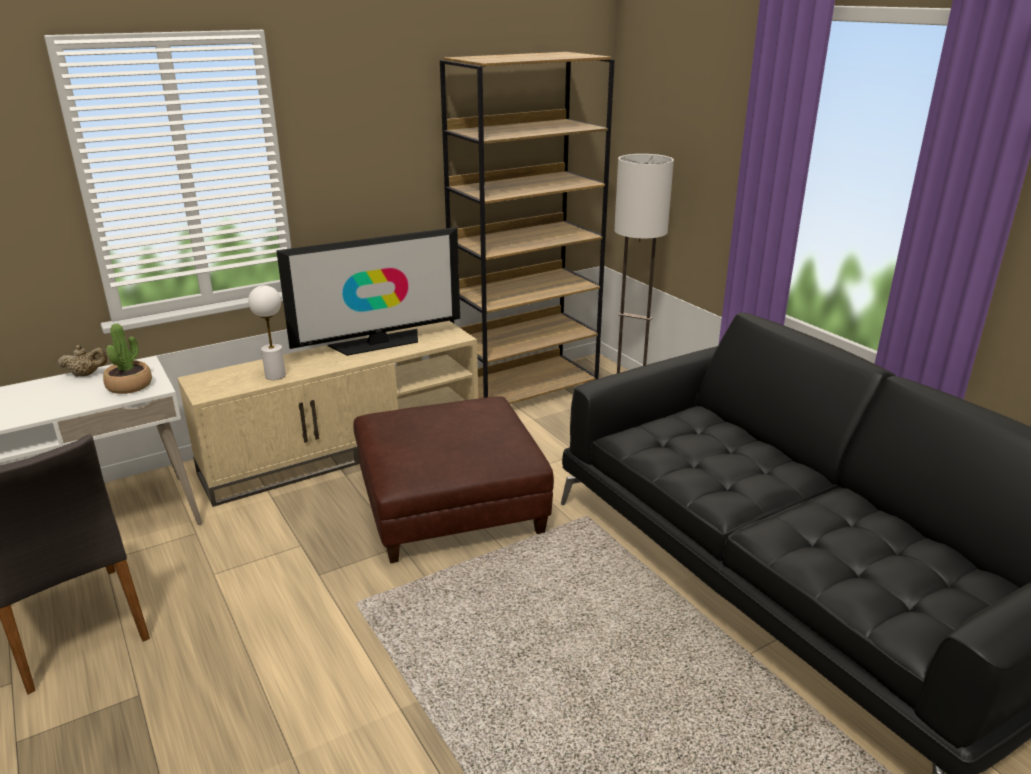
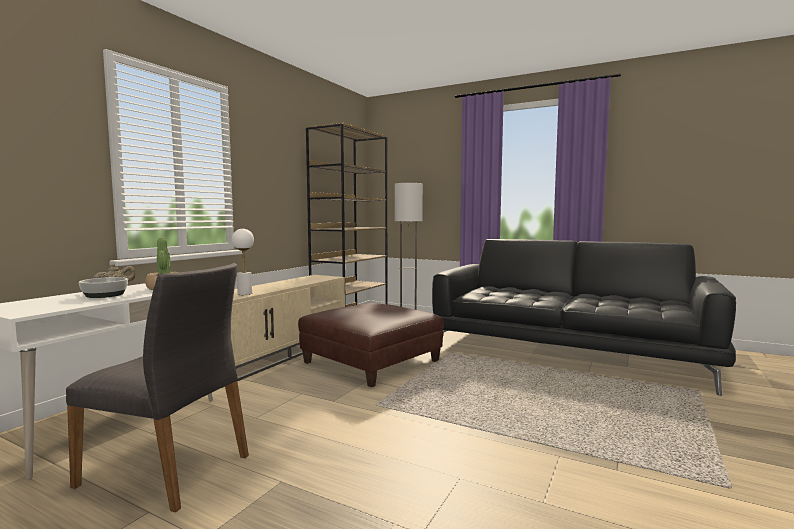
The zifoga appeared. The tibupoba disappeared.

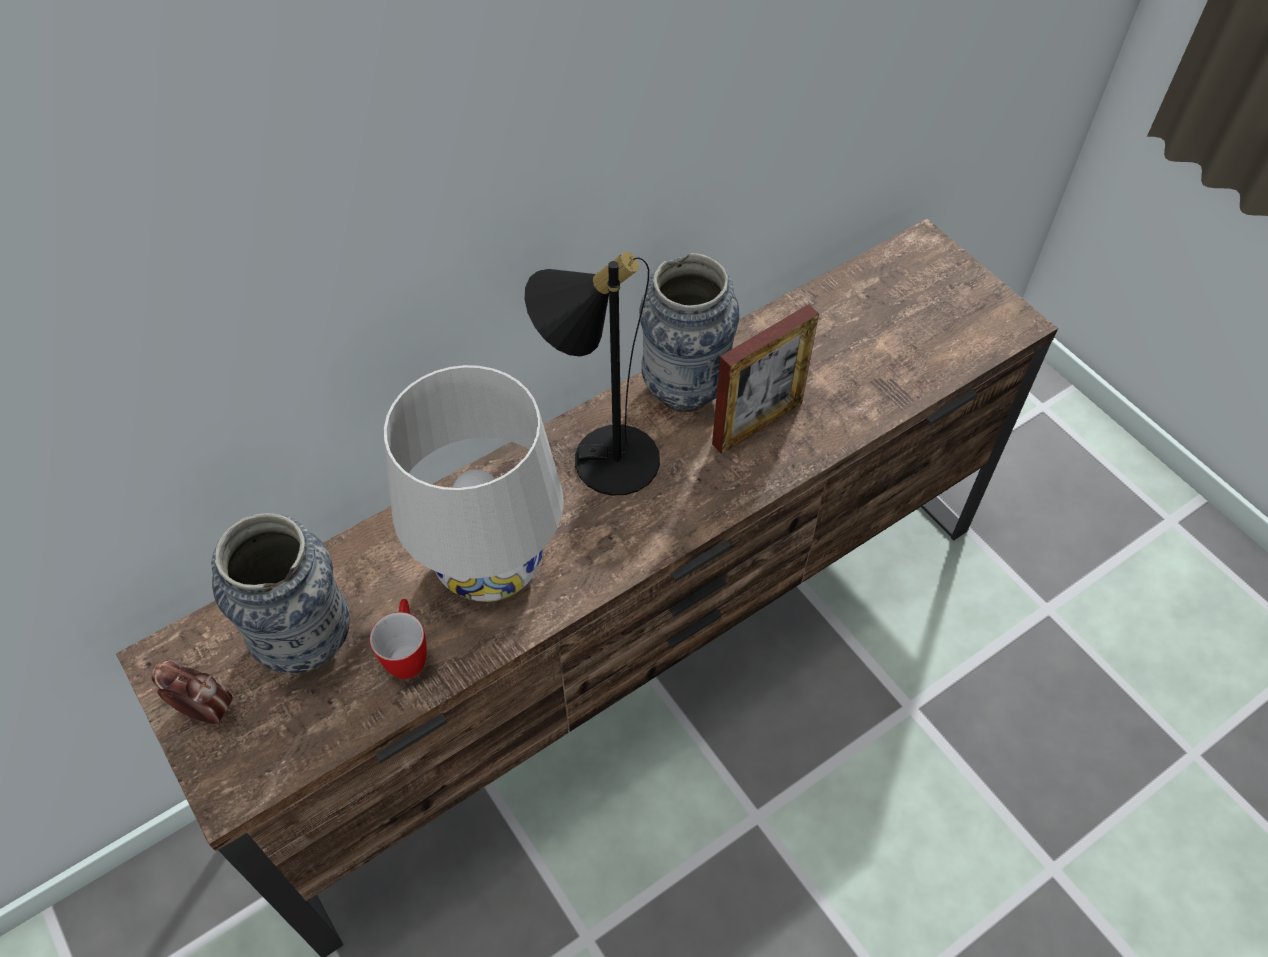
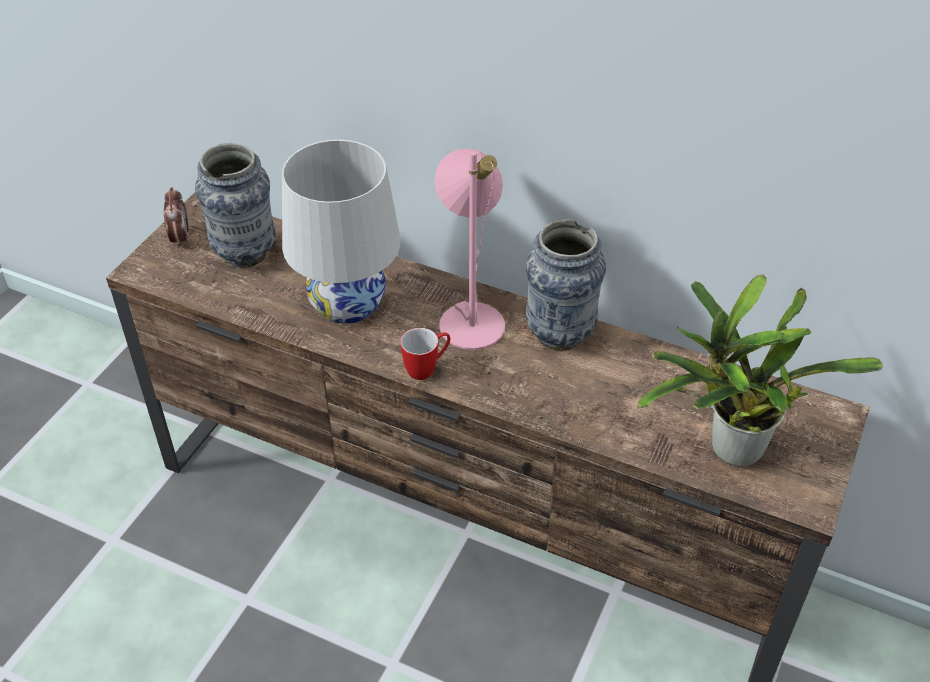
The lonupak moved. The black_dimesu became the pink_dimesu. The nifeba appeared. The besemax disappeared.

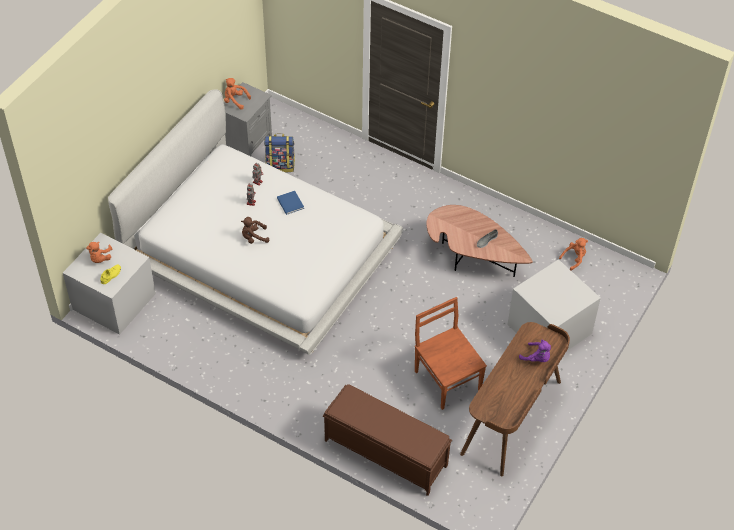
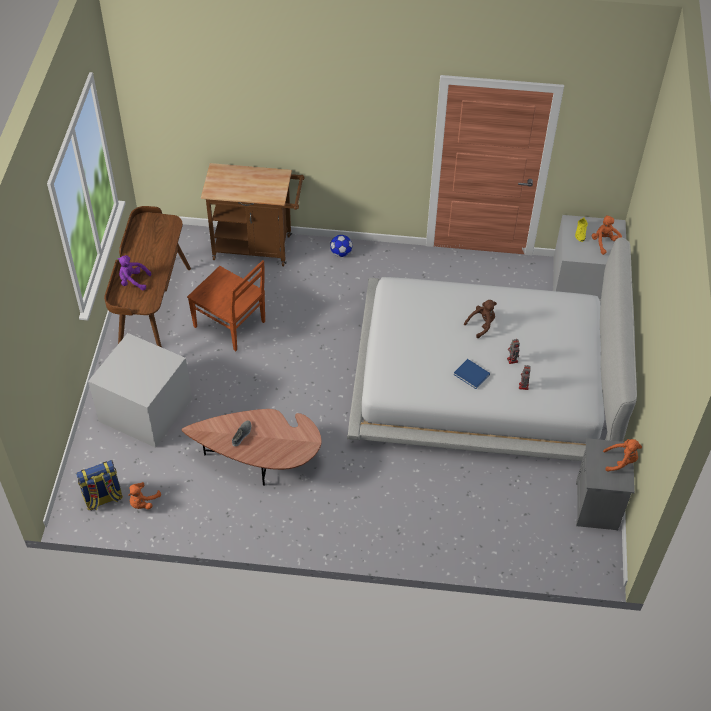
The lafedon moved. The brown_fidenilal was replaced by the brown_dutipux. The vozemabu appeared.

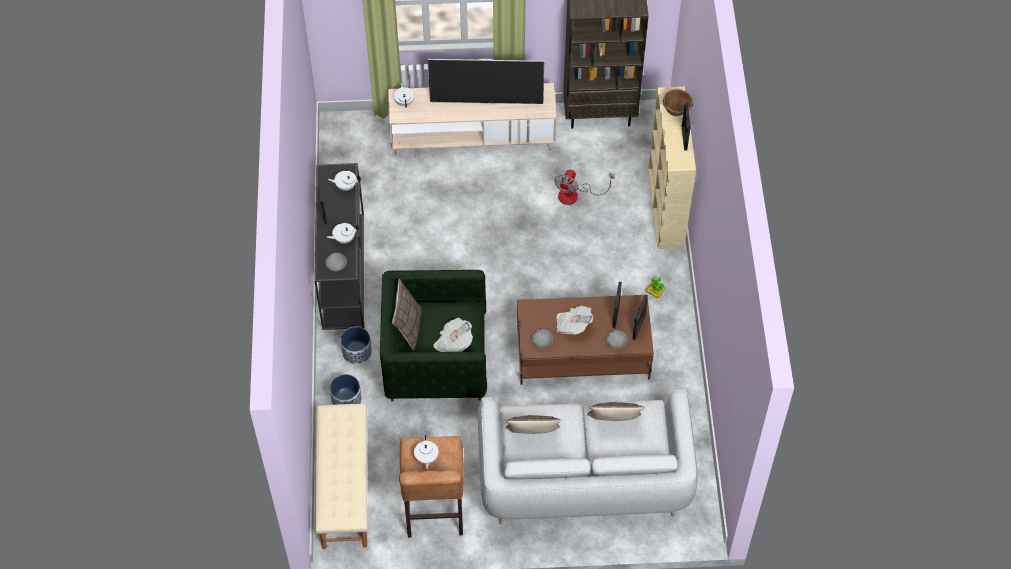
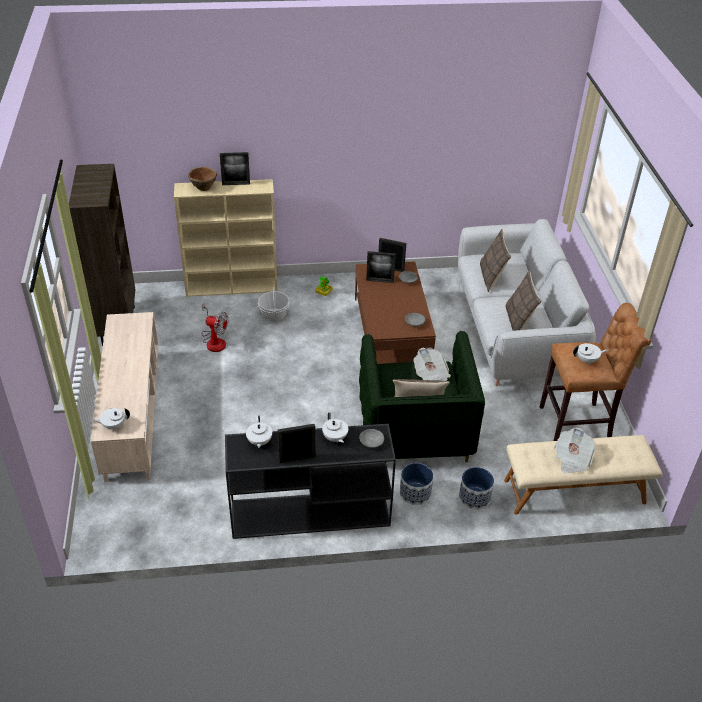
The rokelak appeared. The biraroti (no. 2 from left) moved. The tibupoba disappeared.

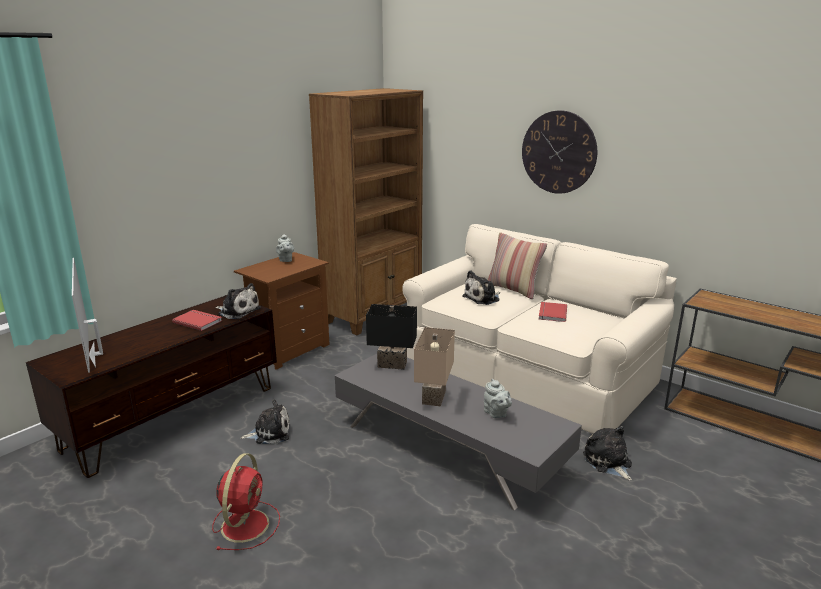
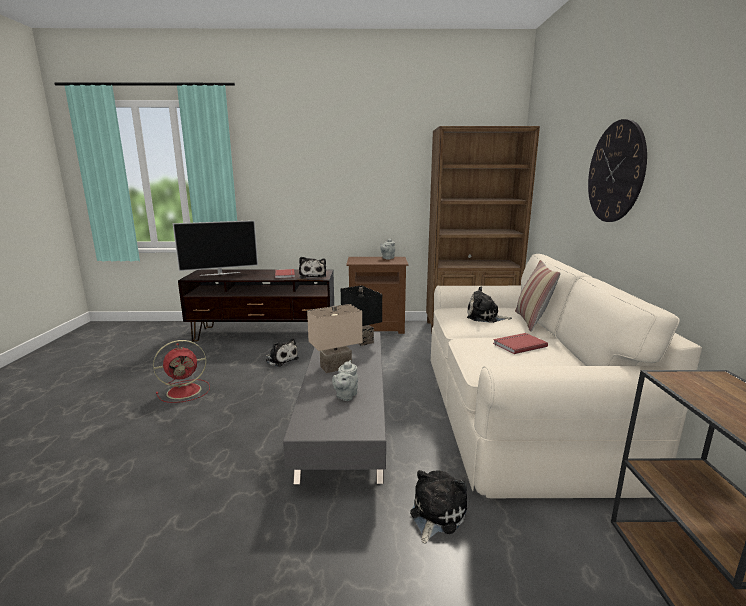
The tibupoba turned 135 degrees counterclockwise.

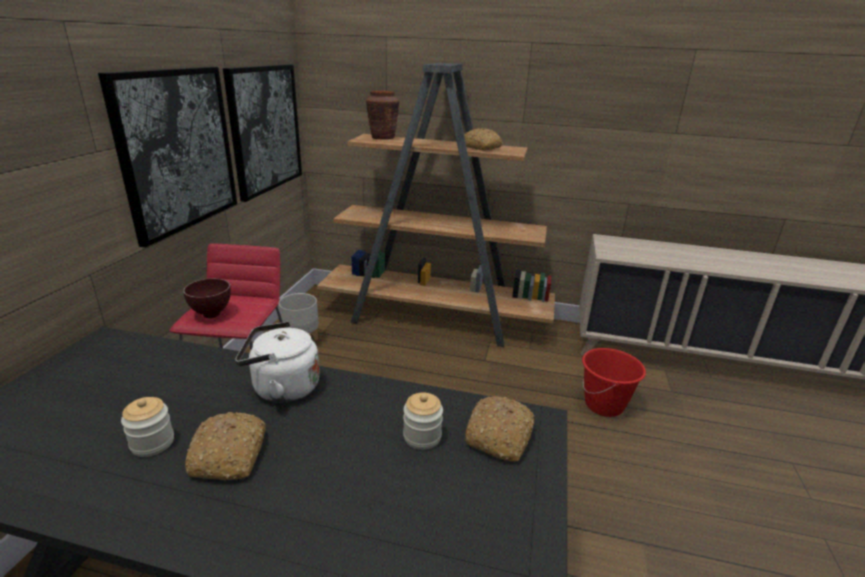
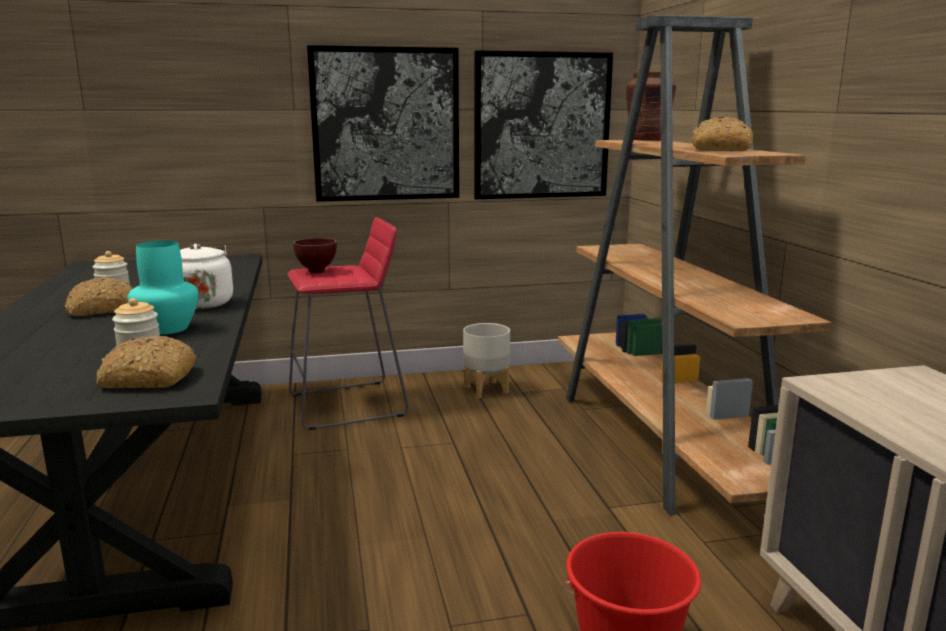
The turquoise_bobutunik appeared.

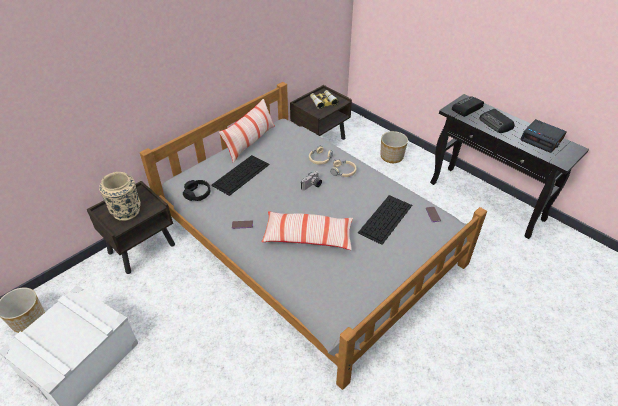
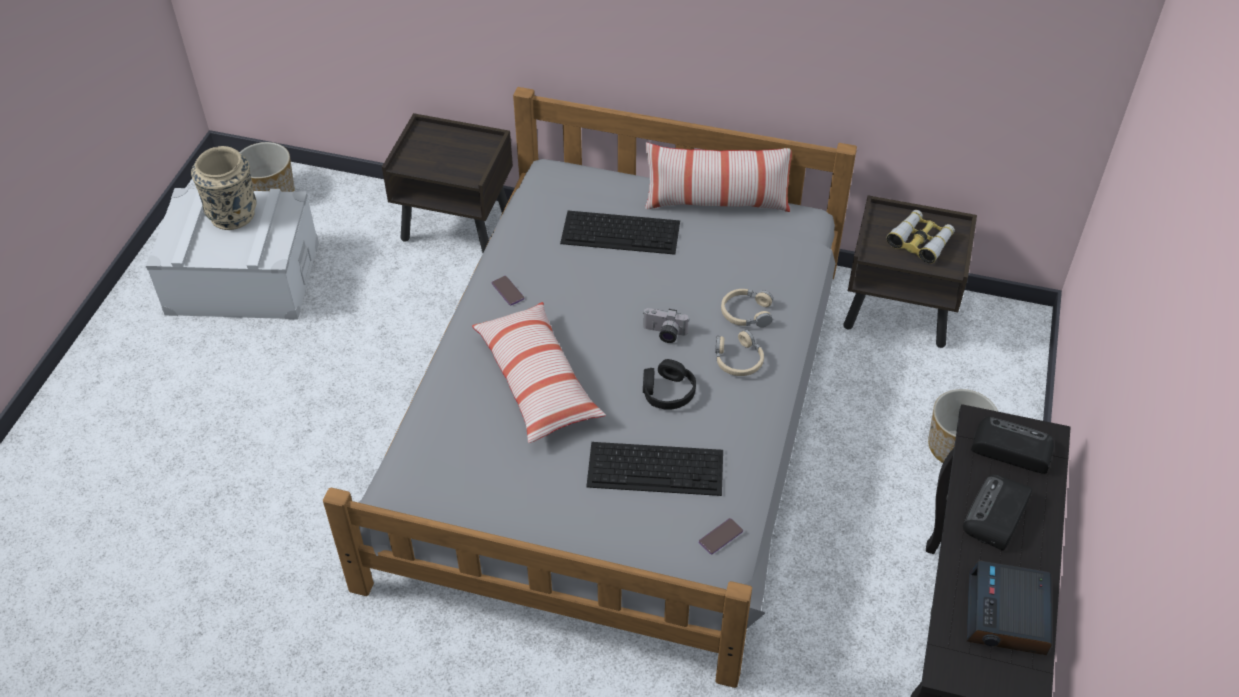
The beige_bobutunik moved. The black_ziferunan moved.

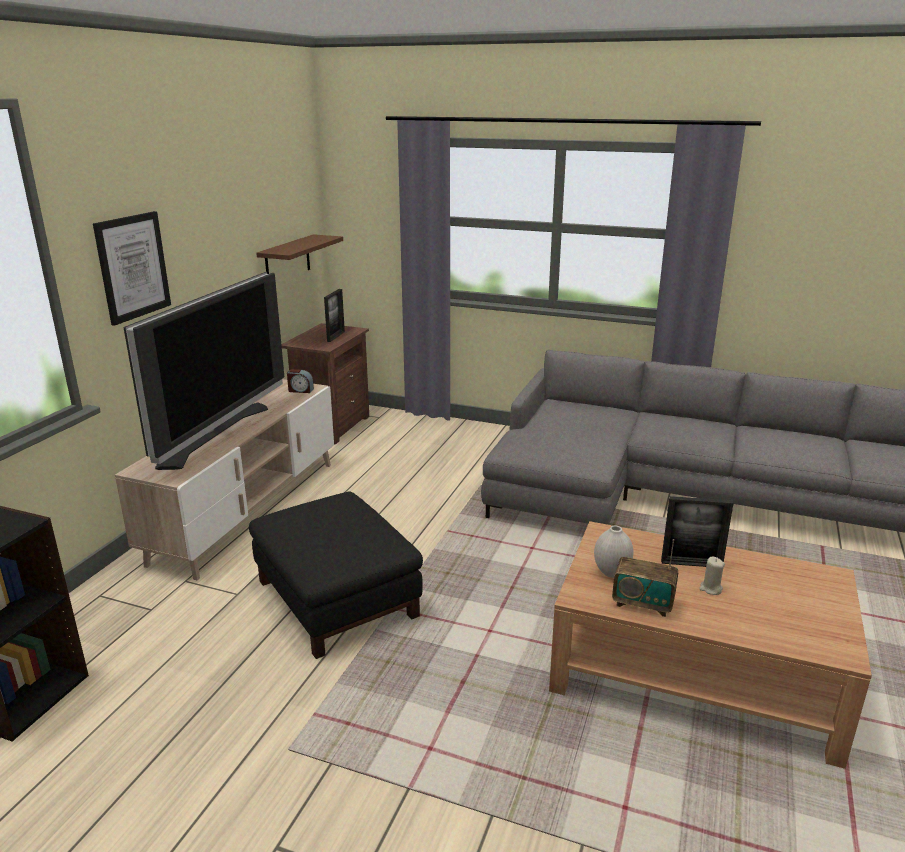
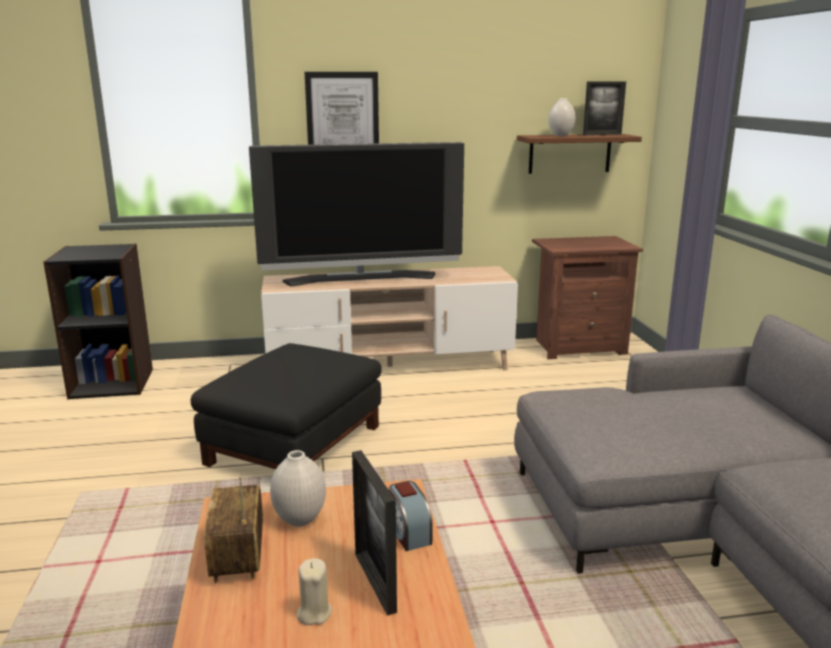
The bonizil moved. The white_bobutunik (no. 2 from left) appeared. The besemax (no. 1 from left in the first image) moved.

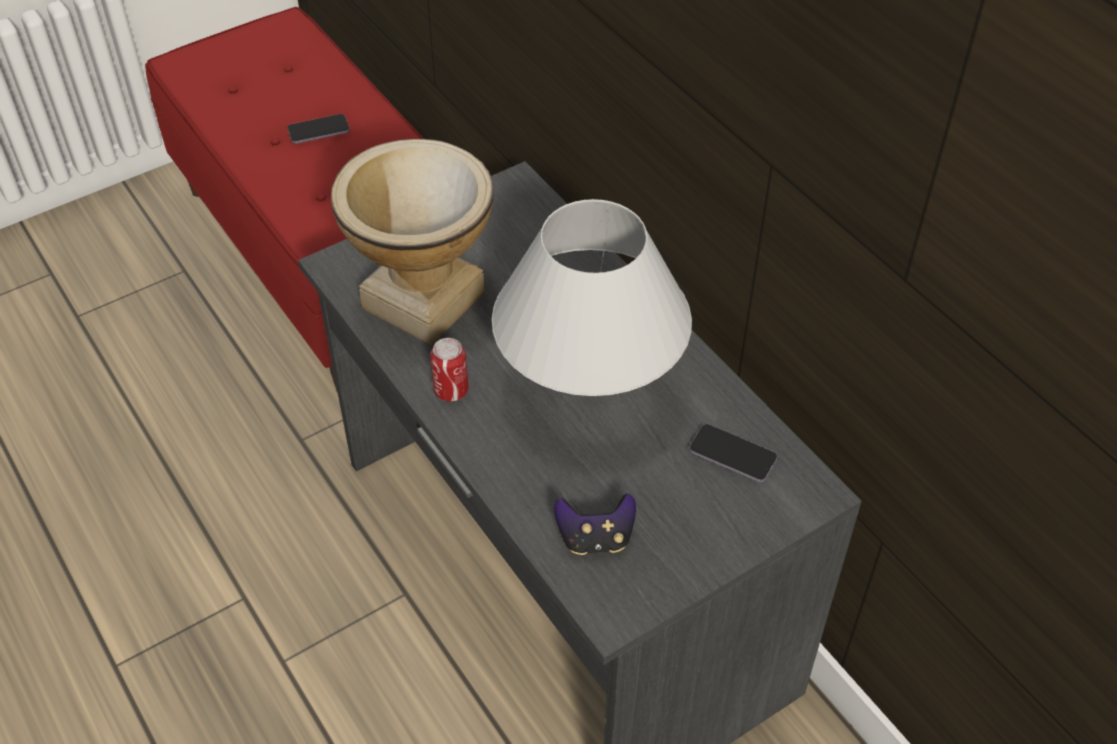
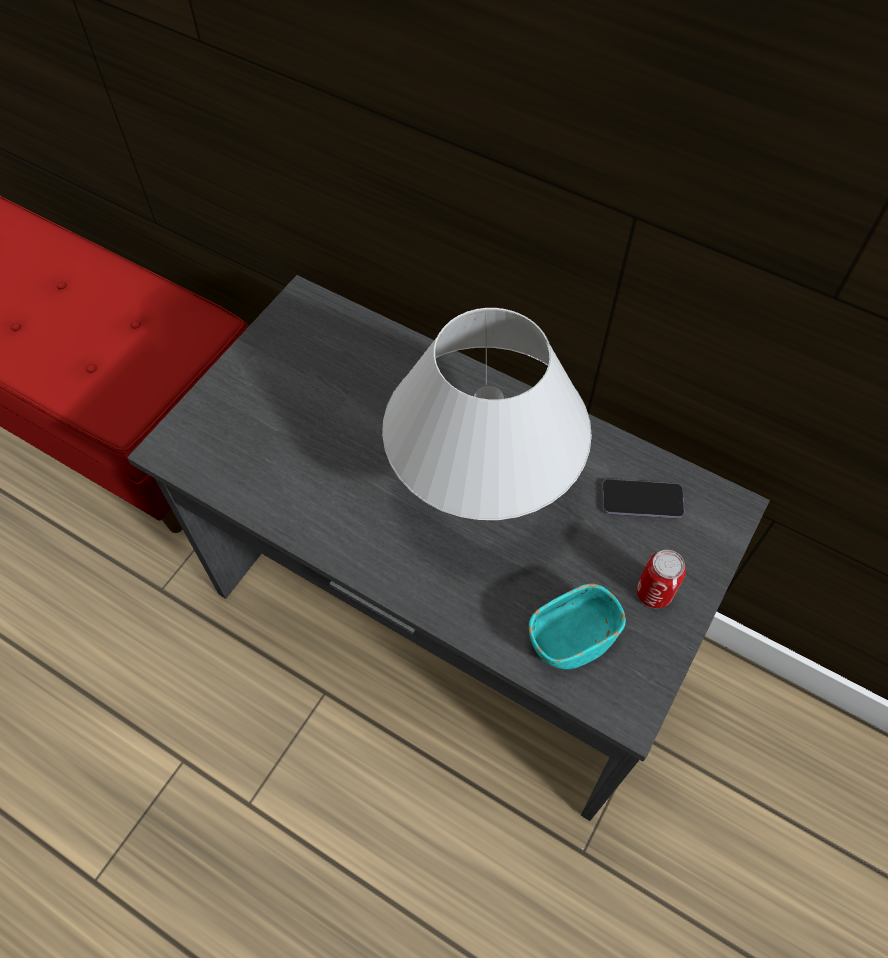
The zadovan was replaced by the turquoise_zifoga. The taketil moved. The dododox (no. 1 from left) disappeared. The bobutunik disappeared.

